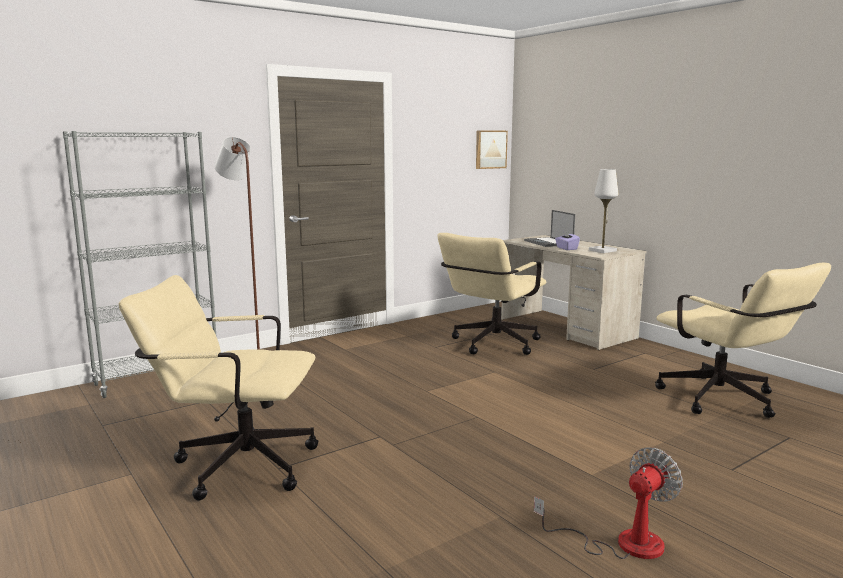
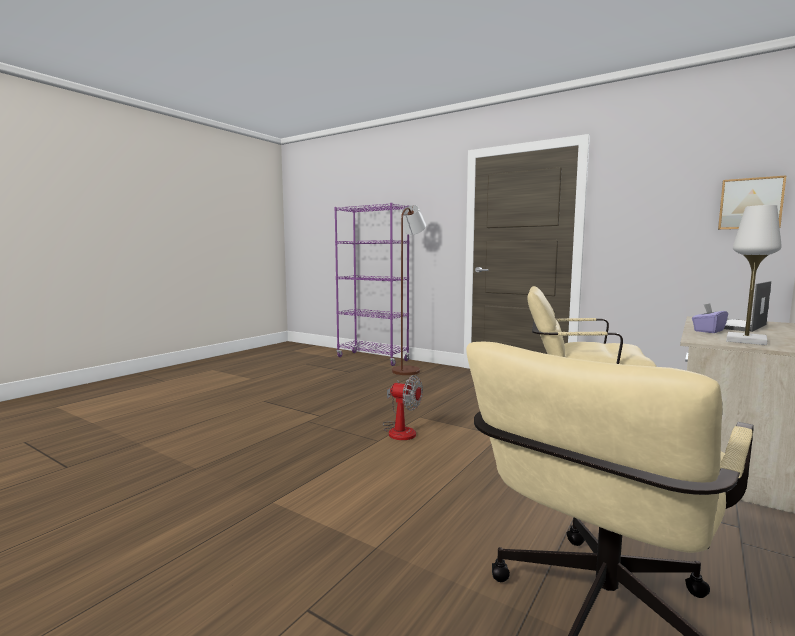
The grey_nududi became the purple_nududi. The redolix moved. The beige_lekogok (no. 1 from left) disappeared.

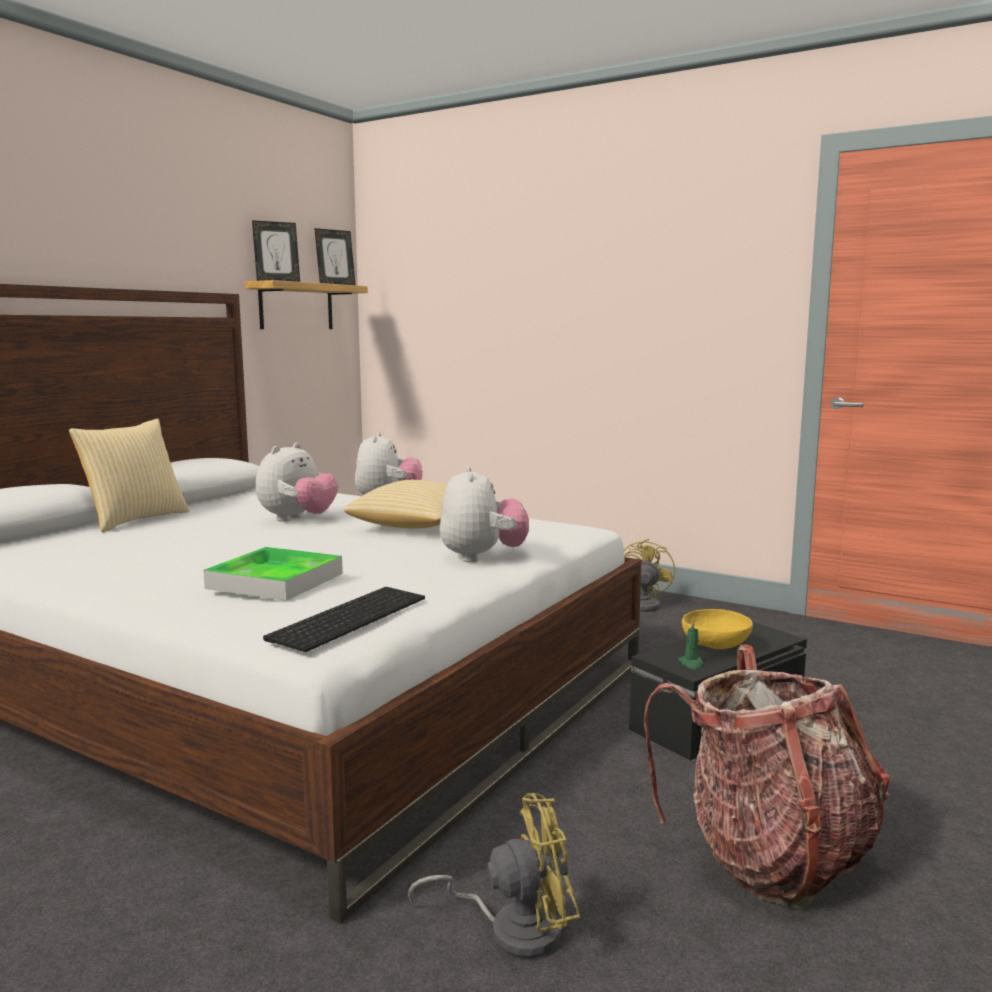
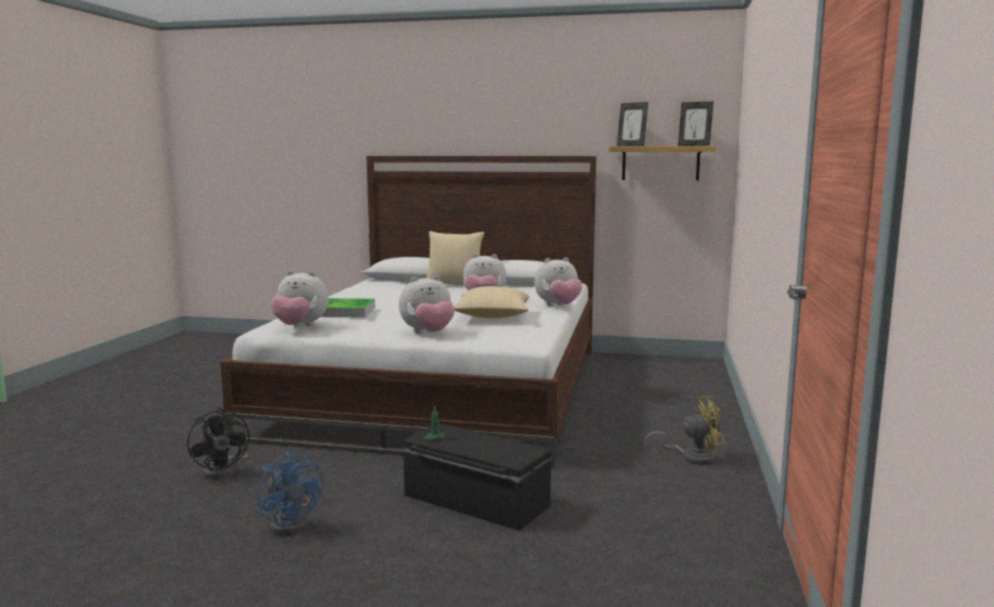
The yellow_redolix (no. 1 from left) became the black_redolix. The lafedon was replaced by the blue_redolix. The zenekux was replaced by the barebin (no. 1 from left). The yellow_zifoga disappeared.

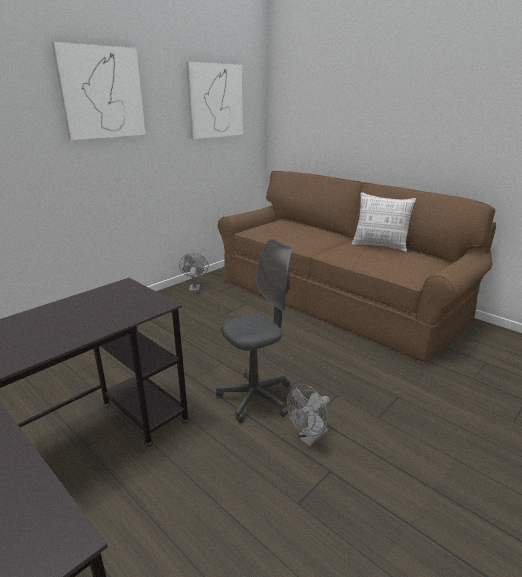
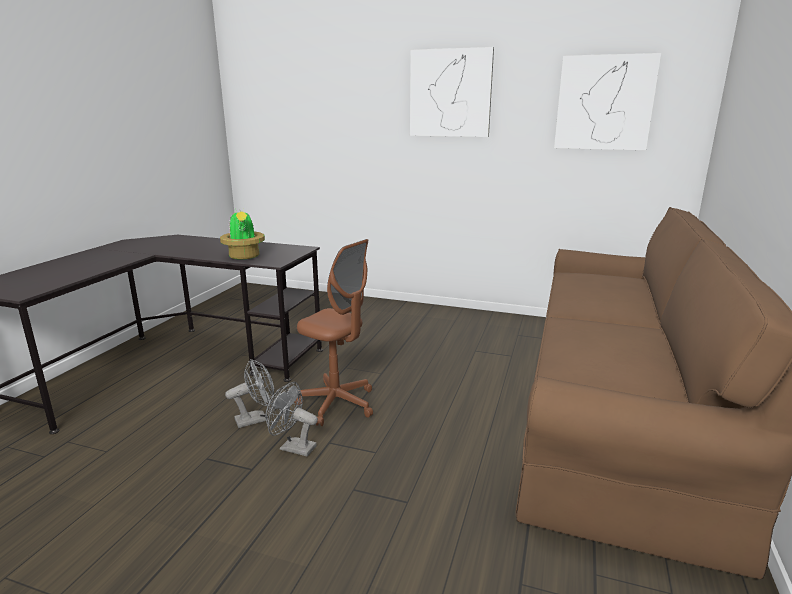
The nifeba appeared. The grey_redolix (no. 1 from left) moved. The grey_lekogok became the brown_lekogok. The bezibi disappeared.

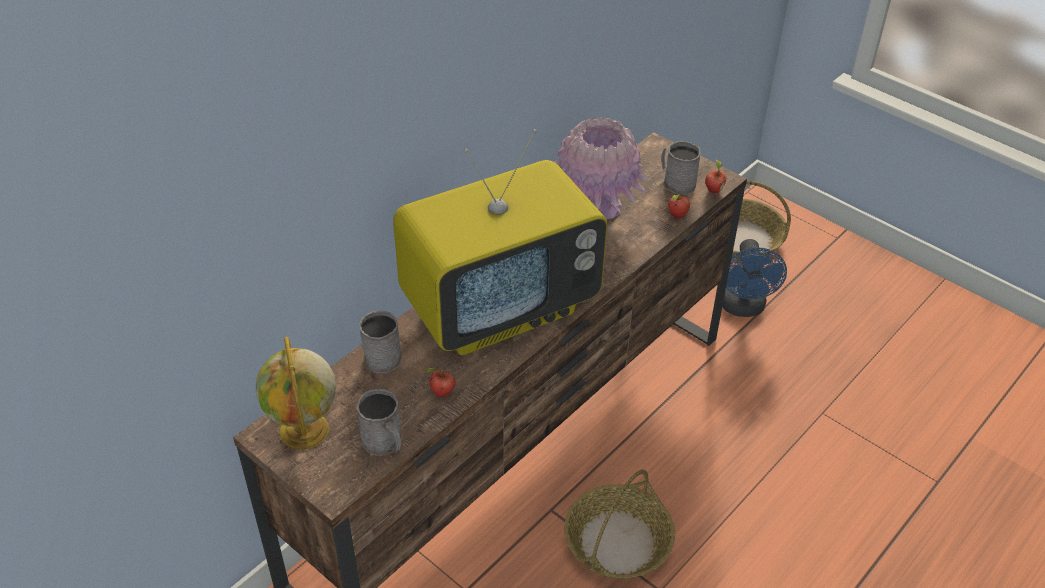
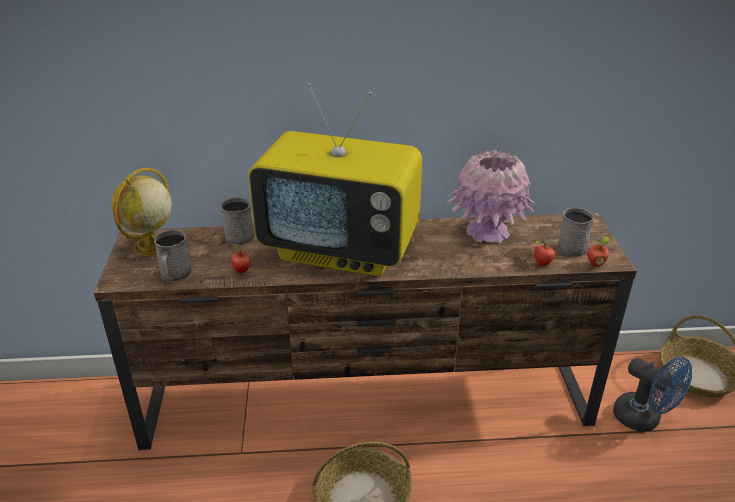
The blue_redolix turned 90 degrees counterclockwise.

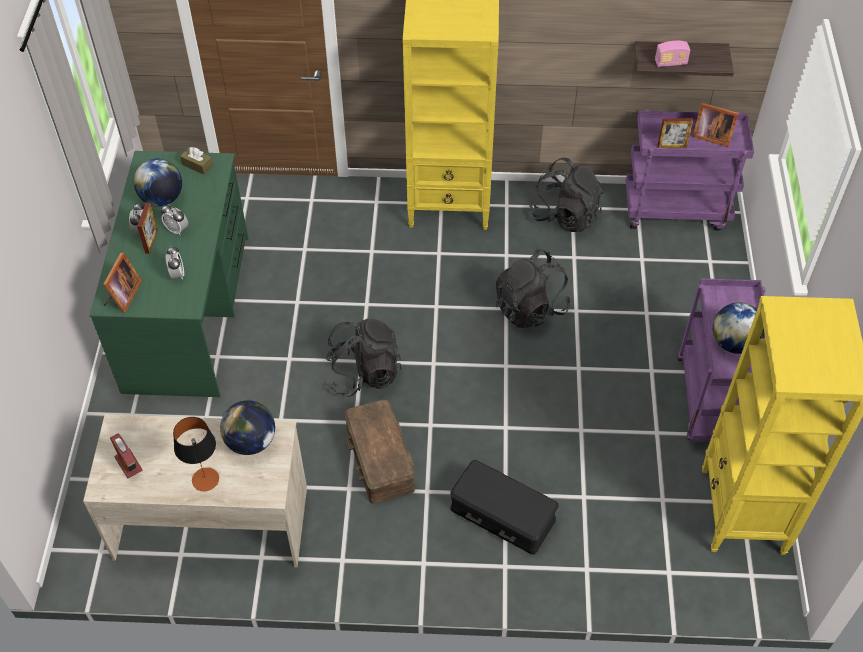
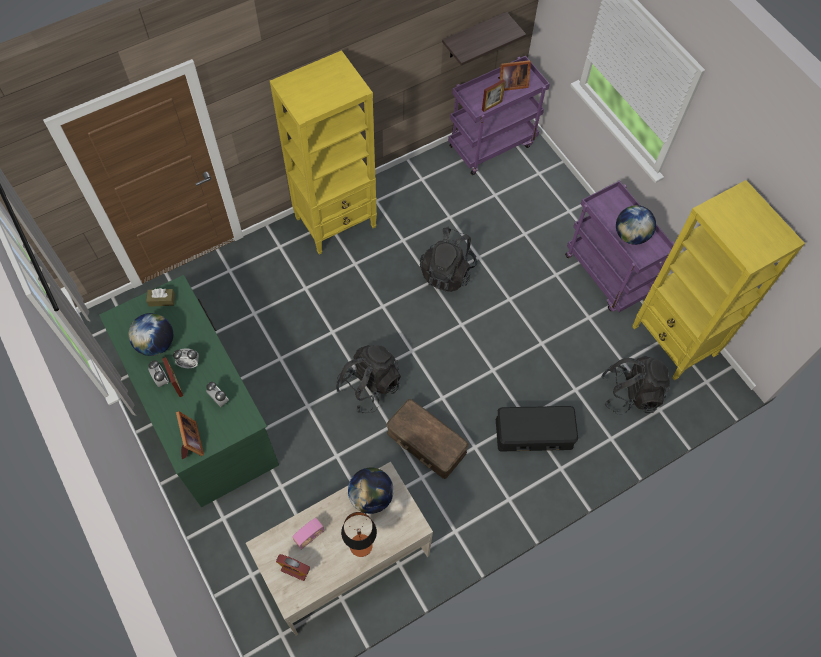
The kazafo moved. The black_lafedon (no. 3 from left) moved.

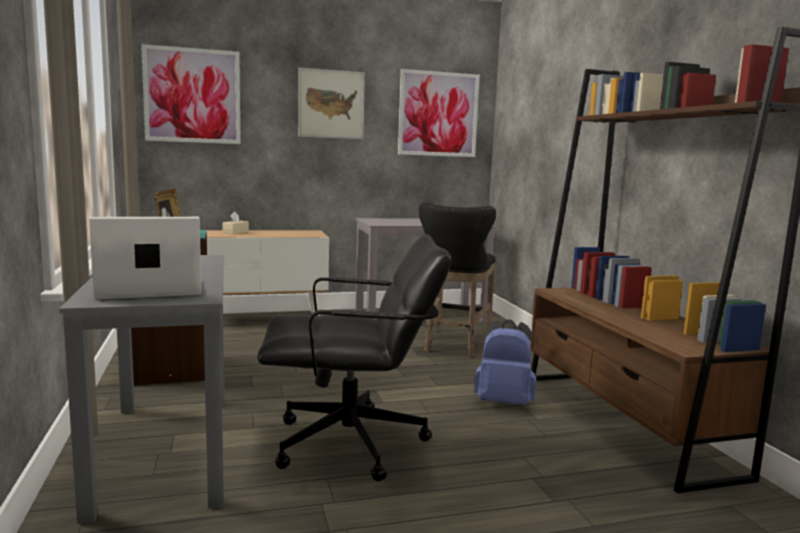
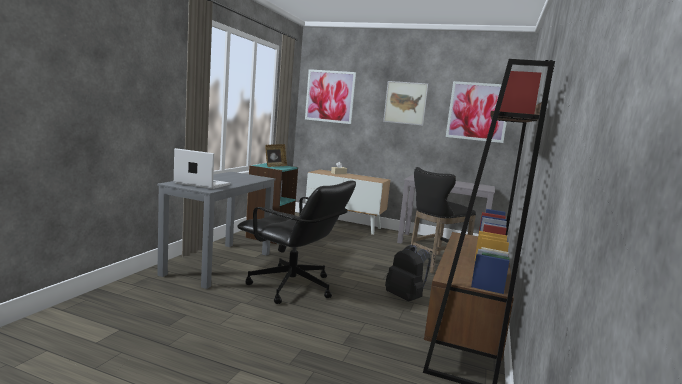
The blue_lafedon became the black_lafedon.

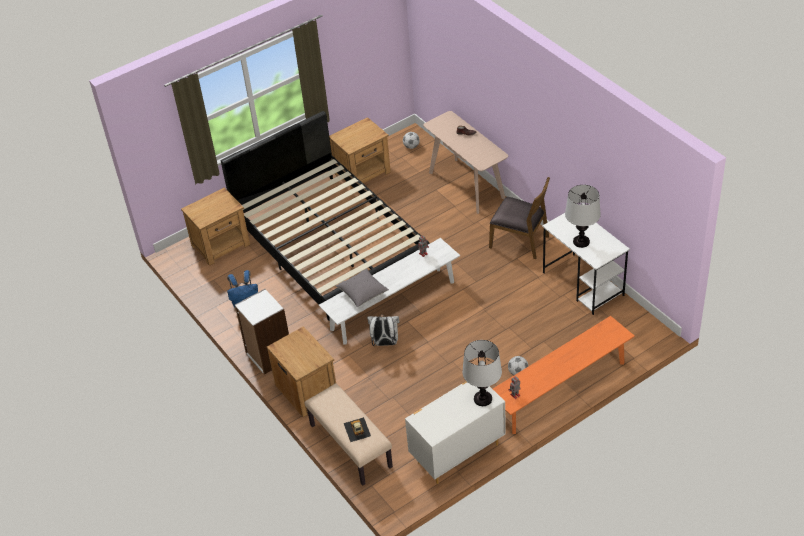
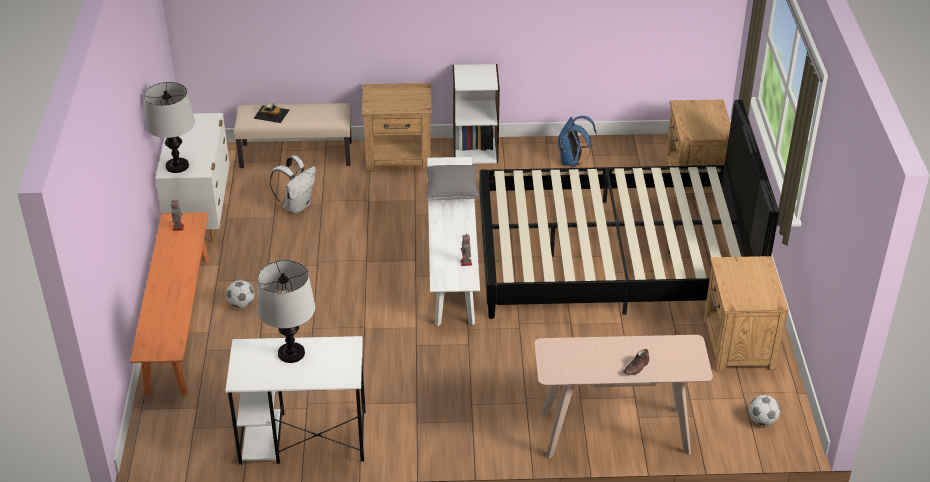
The white_lafedon moved. The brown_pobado disappeared.

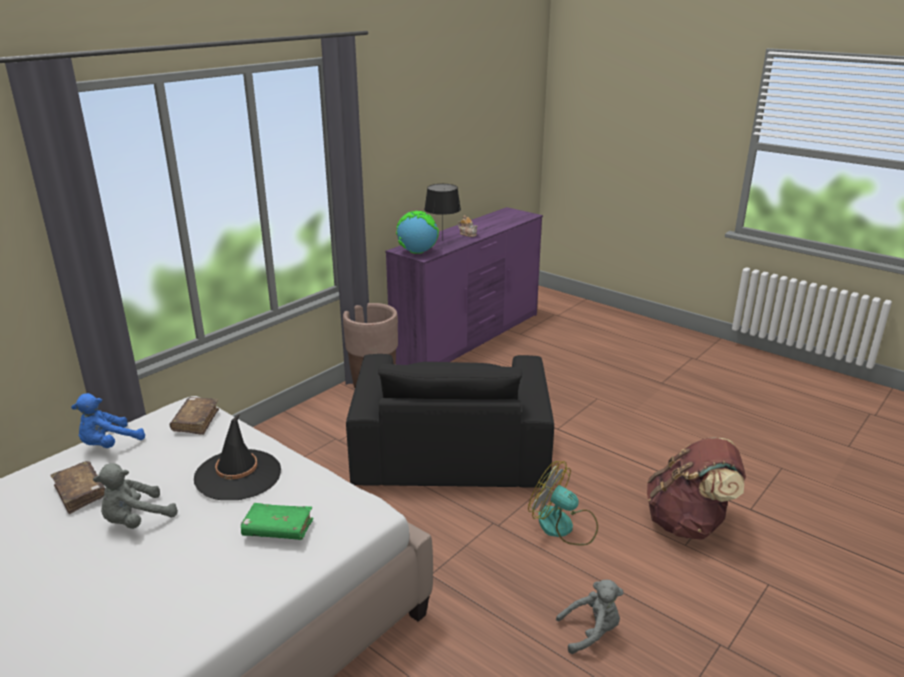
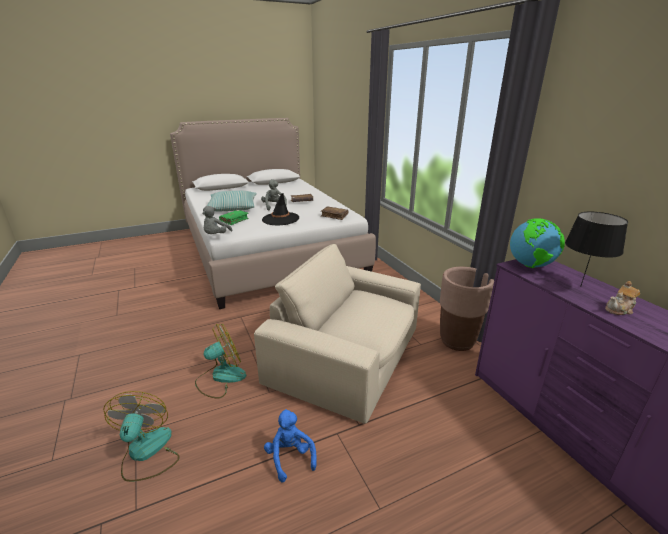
The brown_lafedon was replaced by the redolix (no. 1 from left). The grey_barebin (no. 2 from left in the first image) moved. The bezibi appeared. The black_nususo became the beige_nususo. The blue_barebin moved.

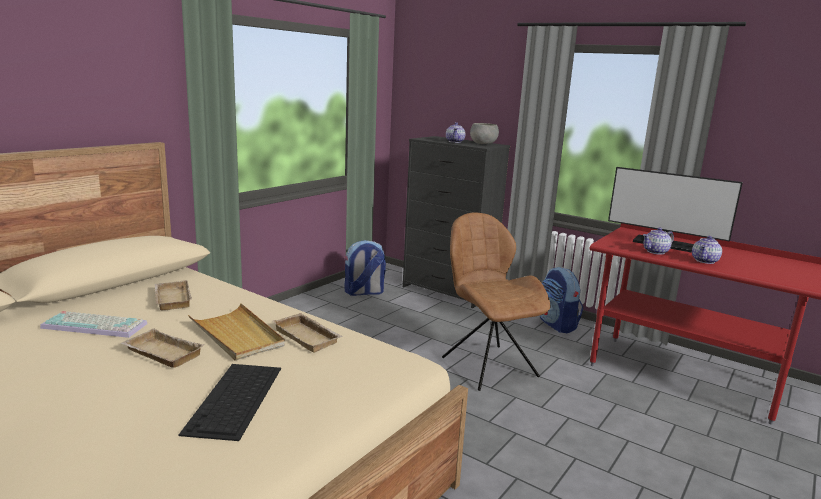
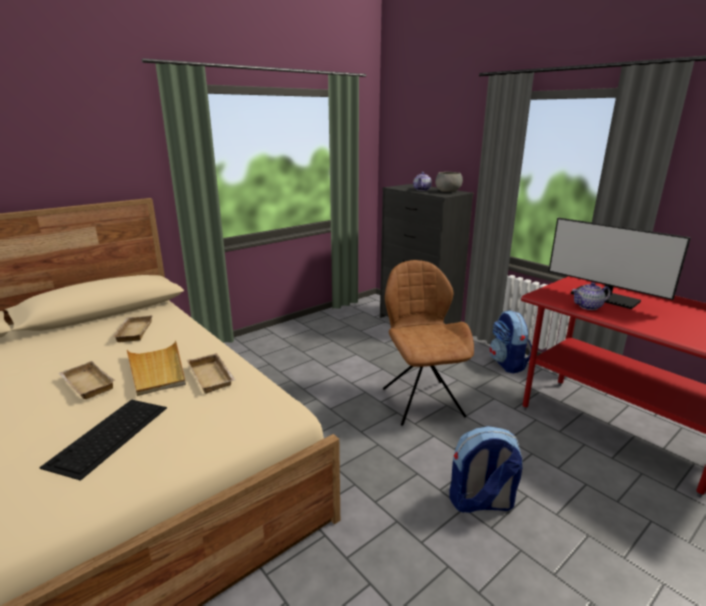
The lafedon (no. 1 from left) moved. The zenekux (no. 1 from left) disappeared. The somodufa (no. 3 from left) disappeared.

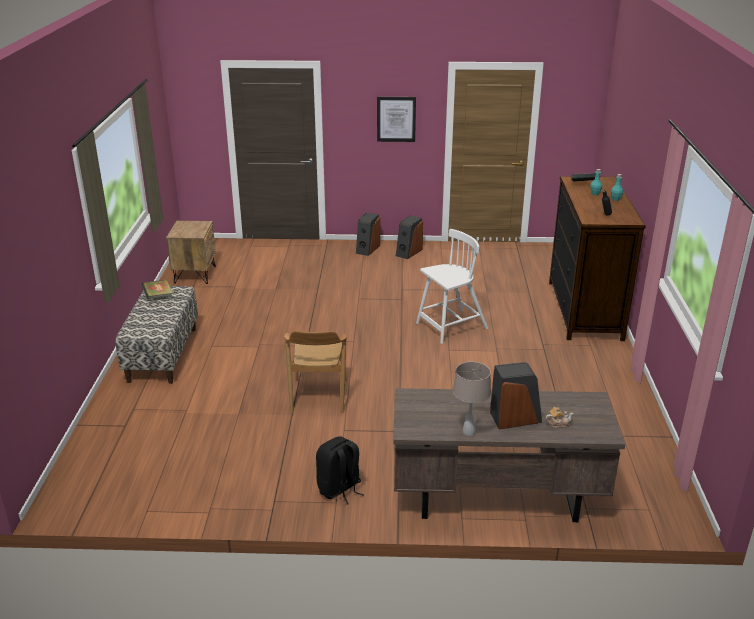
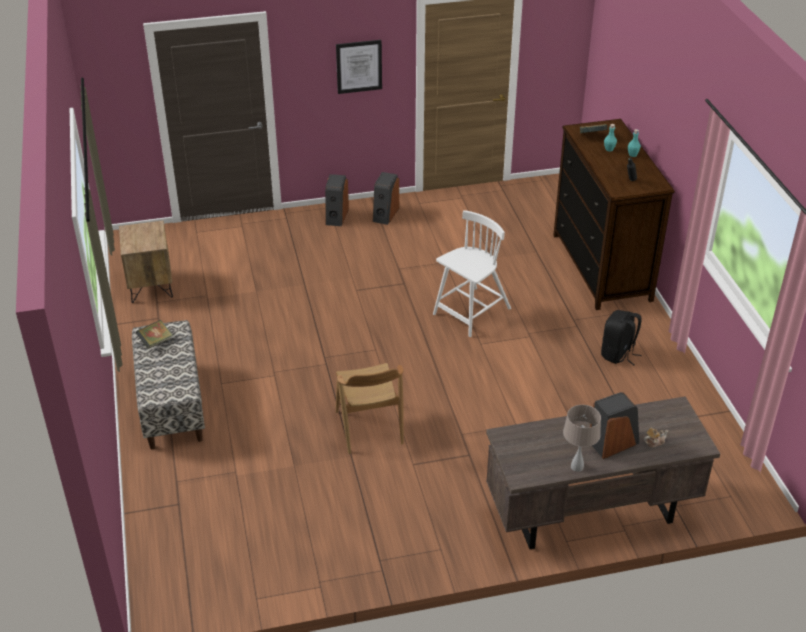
The black_lafedon moved.

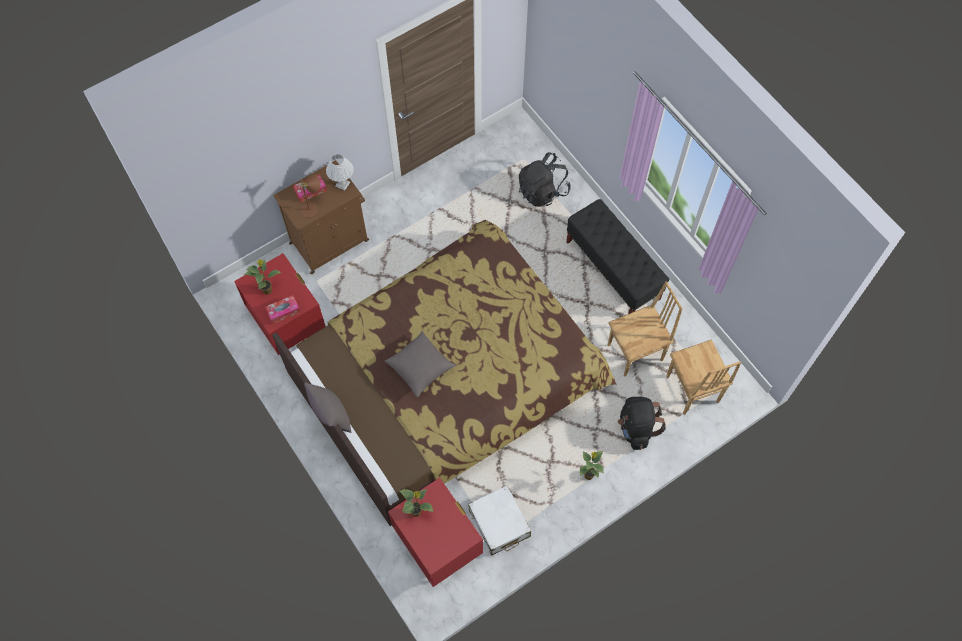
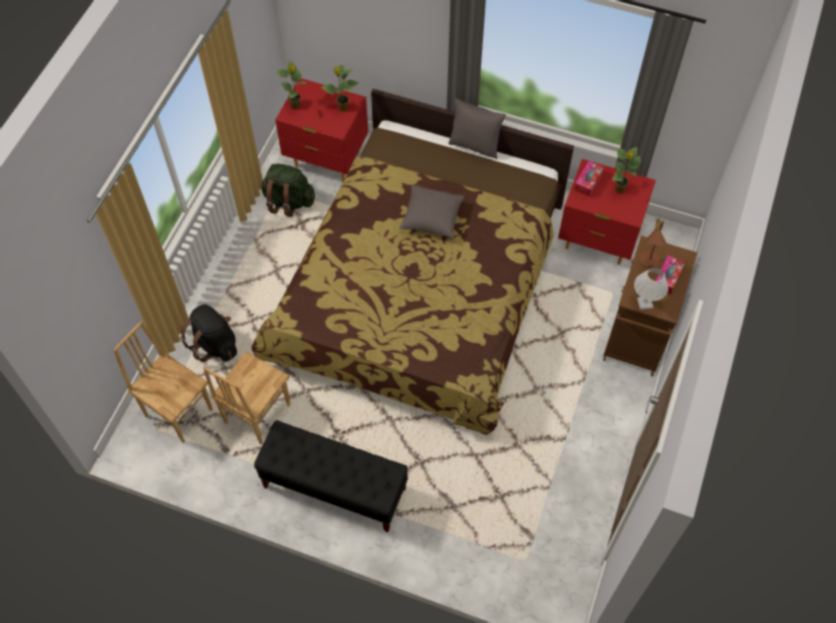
The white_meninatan was replaced by the green_lafedon. The nifeba (no. 3 from left in the first image) moved. The black_lafedon (no. 1 from left) disappeared.

